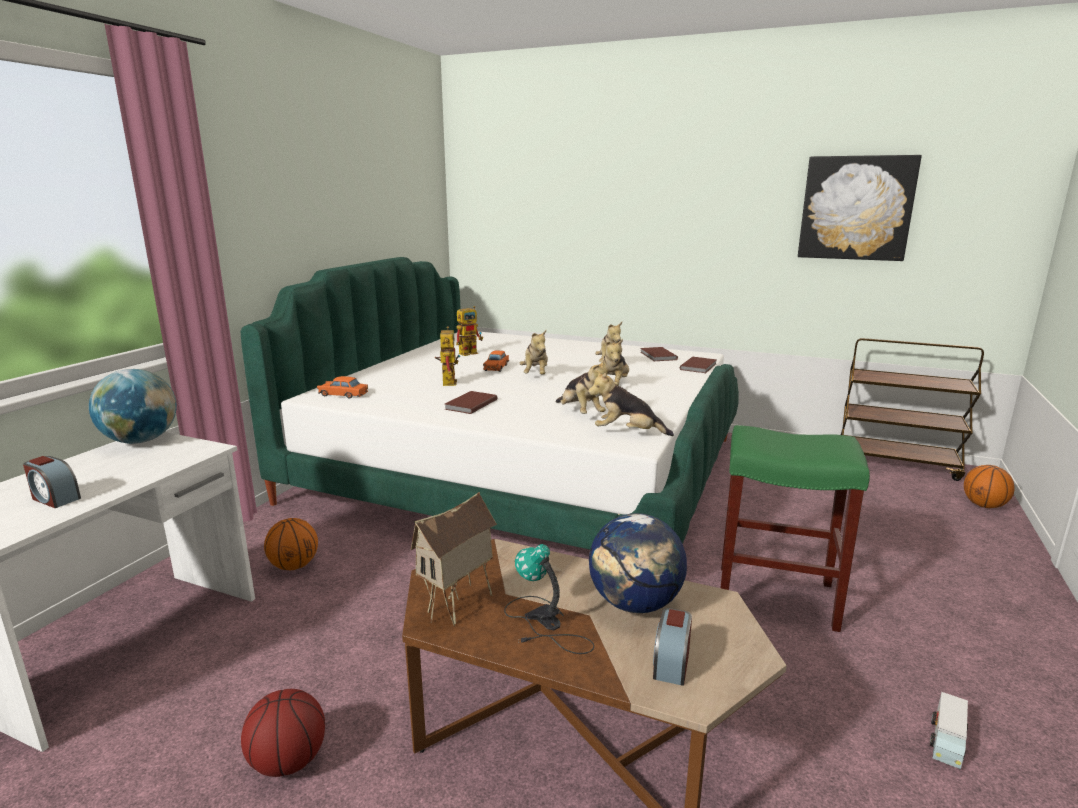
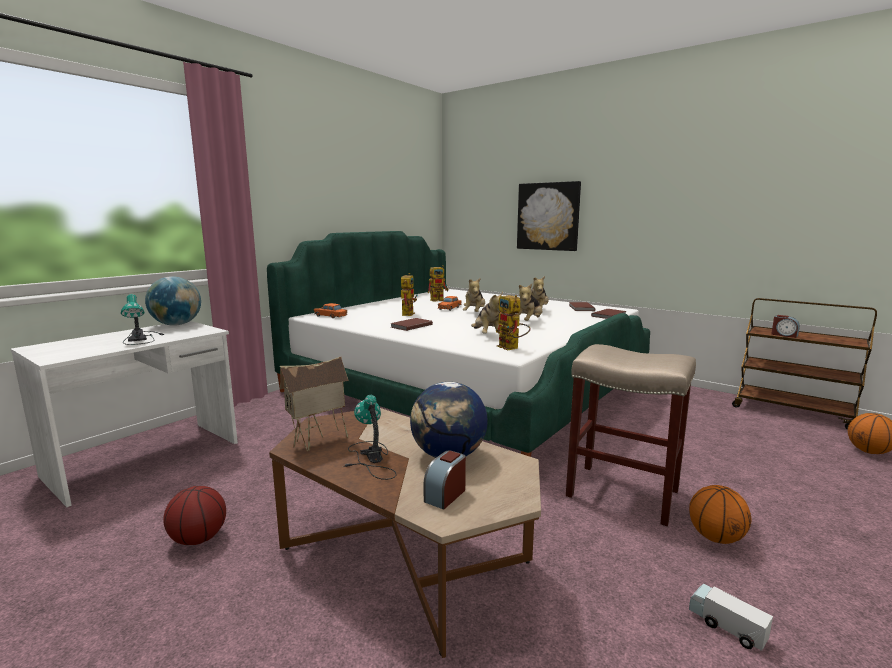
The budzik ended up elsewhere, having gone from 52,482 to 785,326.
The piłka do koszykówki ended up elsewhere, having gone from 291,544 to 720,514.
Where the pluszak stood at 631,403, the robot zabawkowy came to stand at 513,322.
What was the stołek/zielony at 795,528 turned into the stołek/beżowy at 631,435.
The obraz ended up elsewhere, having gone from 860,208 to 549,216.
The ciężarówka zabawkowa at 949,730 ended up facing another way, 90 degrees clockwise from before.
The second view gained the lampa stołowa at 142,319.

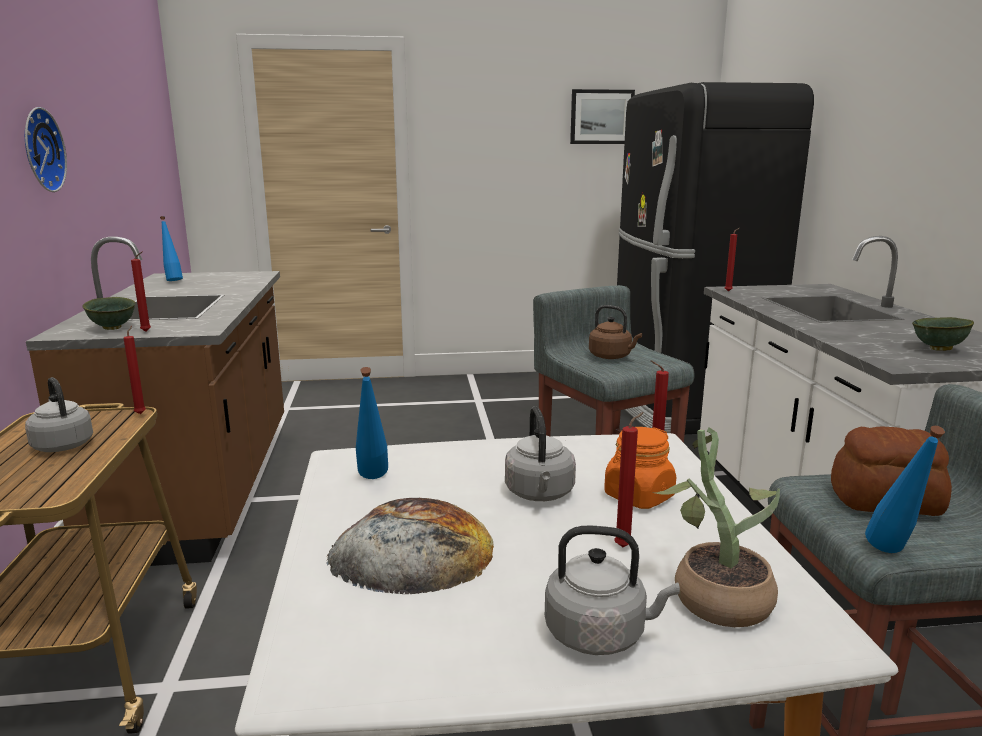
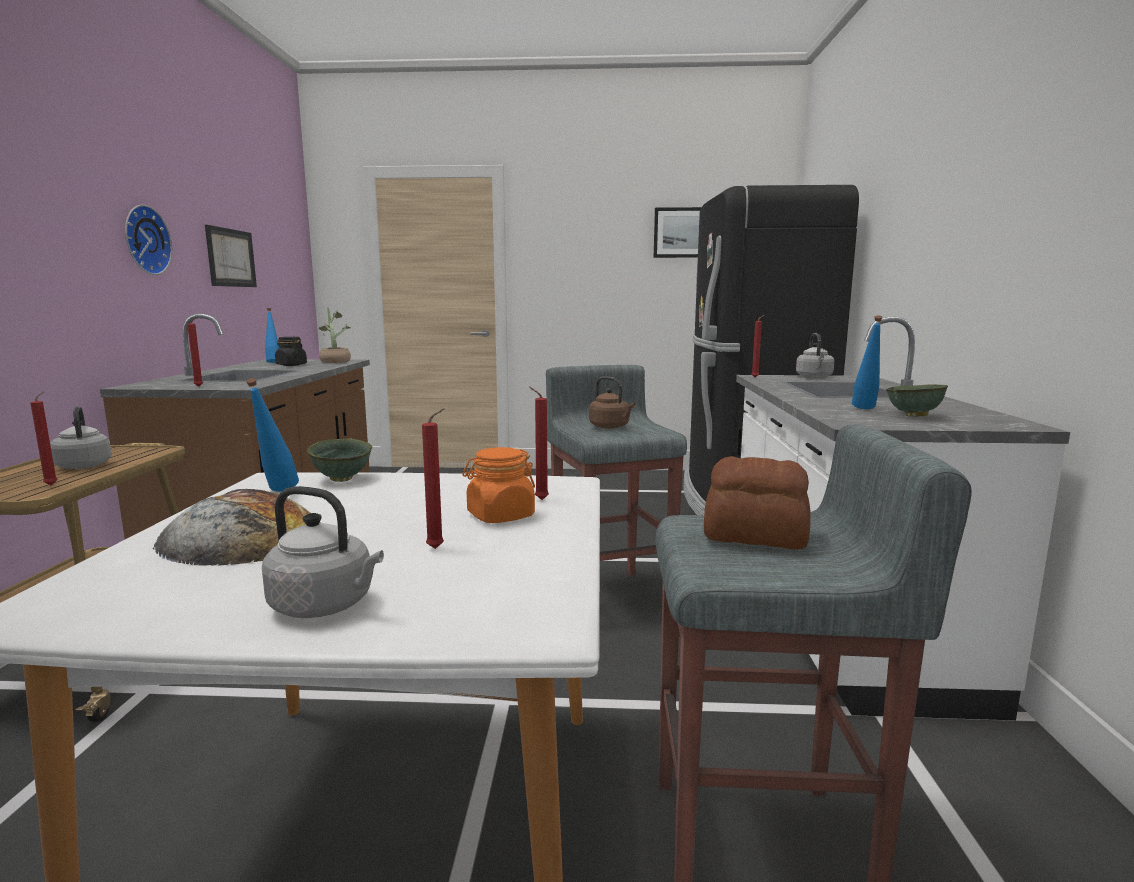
The miska/zielony ended up elsewhere, having gone from 109,313 to 339,460.
The świeca/czerwony ended up elsewhere, having gone from 134,370 to 44,438.
The czajnik/szary ended up elsewhere, having gone from 540,453 to 815,355.
The roślina doniczkowa ended up elsewhere, having gone from 716,527 to 335,335.
The butelka/niebieski ended up elsewhere, having gone from 905,489 to 867,362.
The second view gained the obraz at 231,256.
The second view gained the słoik/czarny at 291,351.

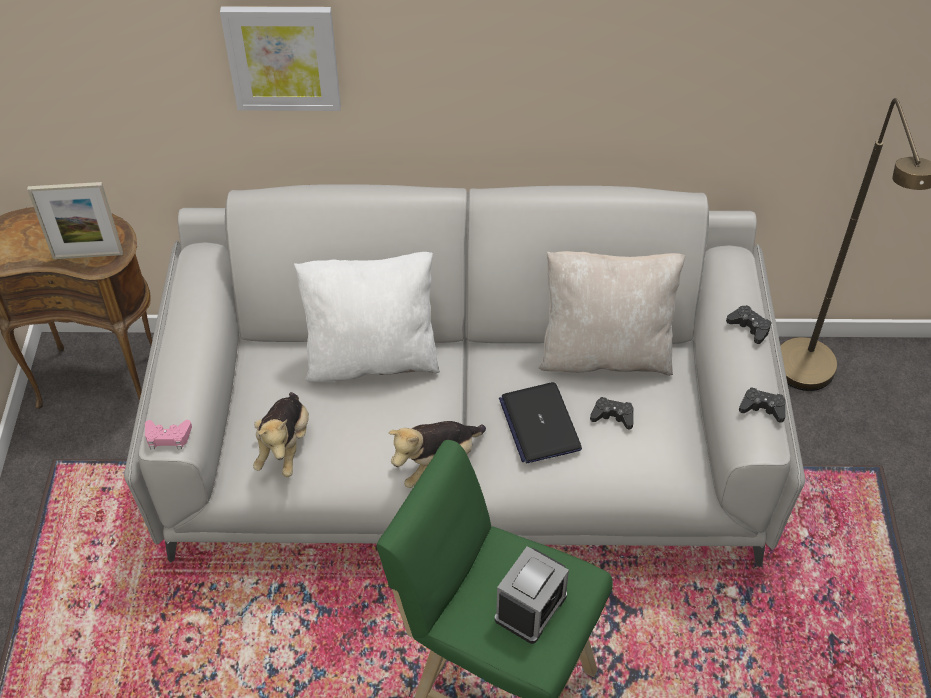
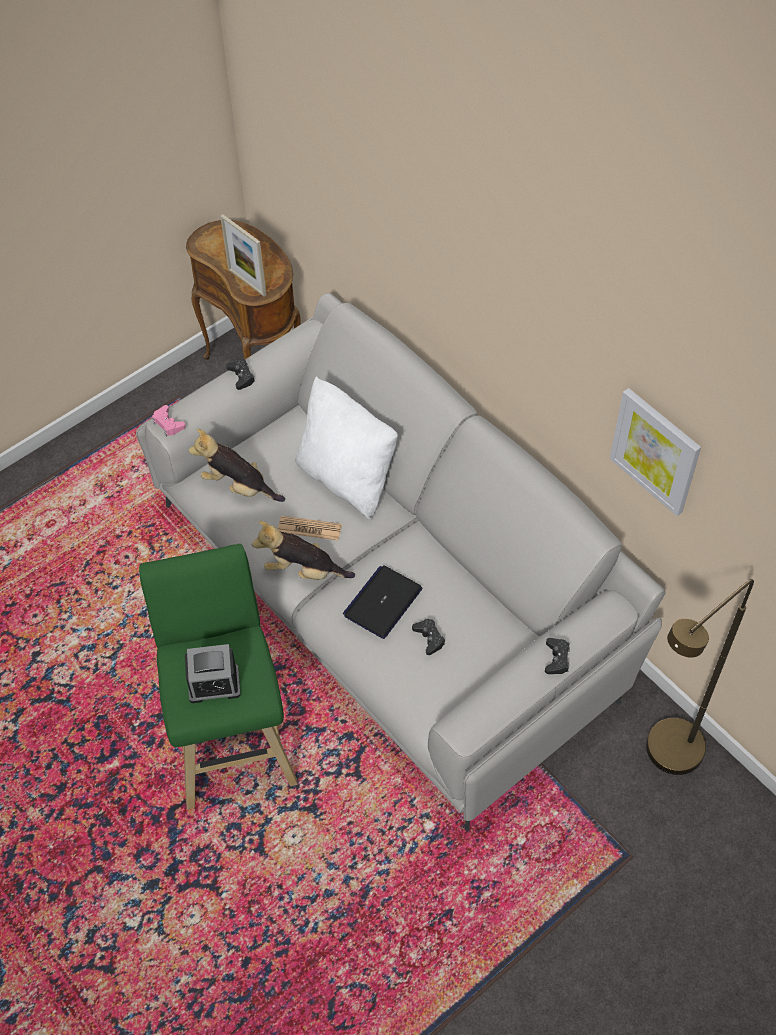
The obraz ended up elsewhere, having gone from 280,58 to 655,452.
The pluszak at 281,434 ended up facing another way, 60 degrees clockwise from before.
The second view lost the poduszka/beżowy at 612,313.
The pad do gier/czarny ended up elsewhere, having gone from 762,404 to 240,374.
The second view gained the gazeta at 310,528.

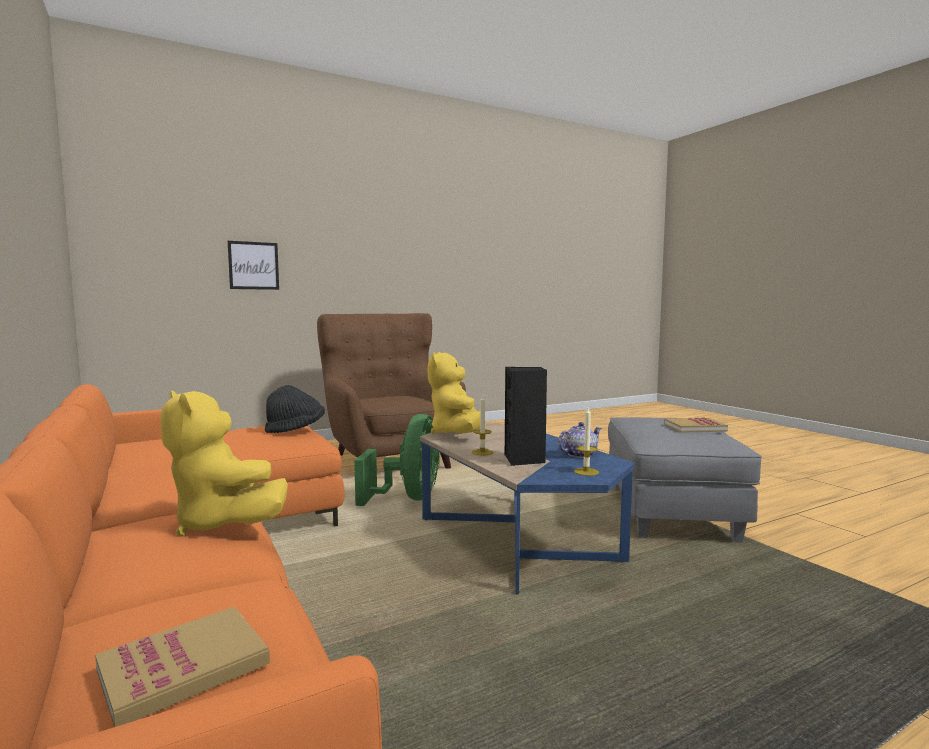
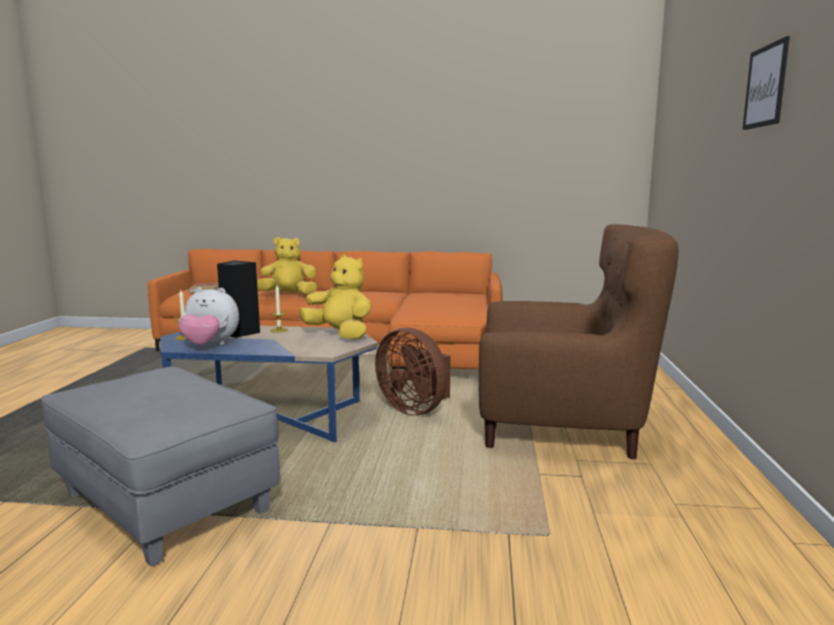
The obraz ended up elsewhere, having gone from 253,265 to 766,83.
The second view lost the kapelusz/czarny at 295,409.
What was the wentylator/zielony at 397,460 turned into the wentylator/brązowy at 413,372.
Where the imbryk stood at 580,440, the pluszak came to stand at 208,316.
The second view lost the książka at 696,425.

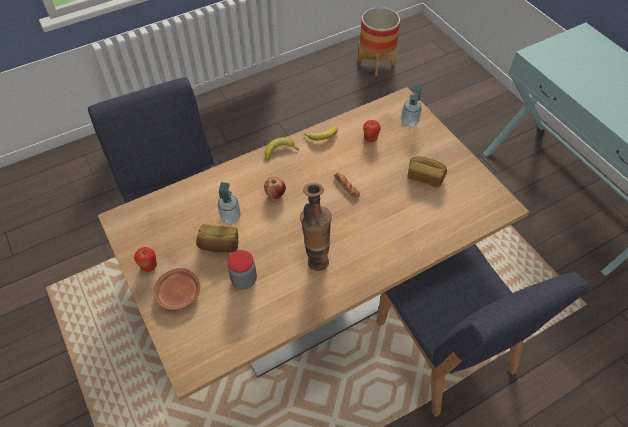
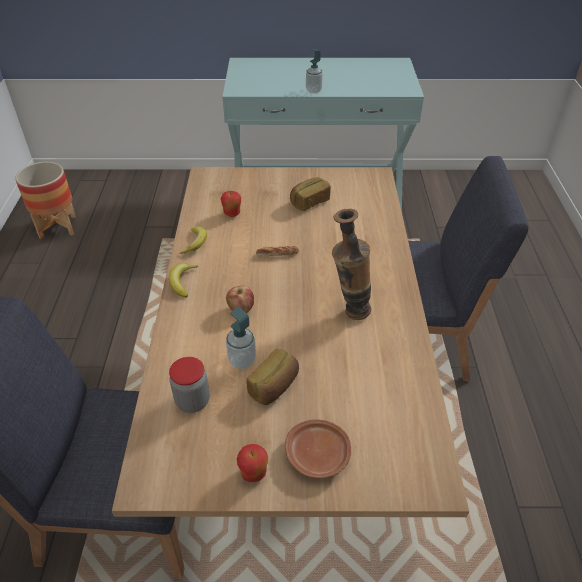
The słoik ended up elsewhere, having gone from 242,270 to 189,385.
The dozownik mydła ended up elsewhere, having gone from 411,106 to 314,71.

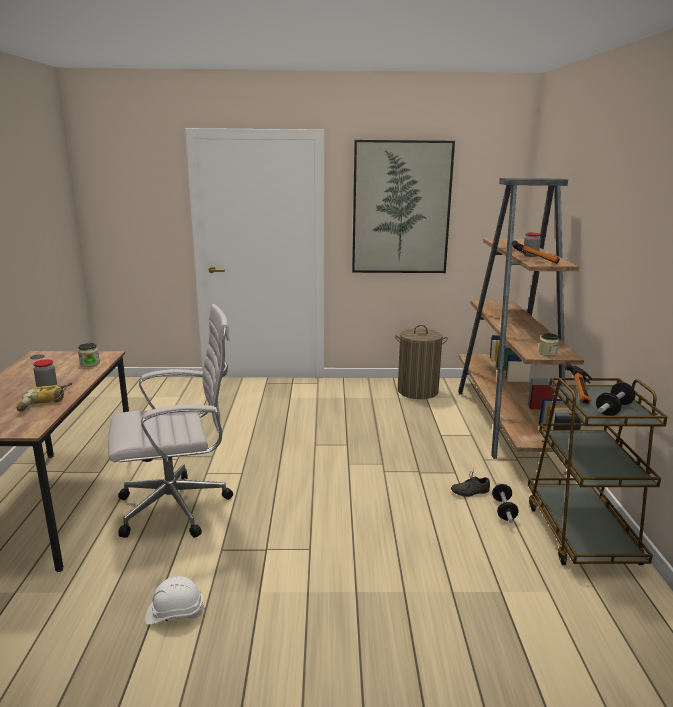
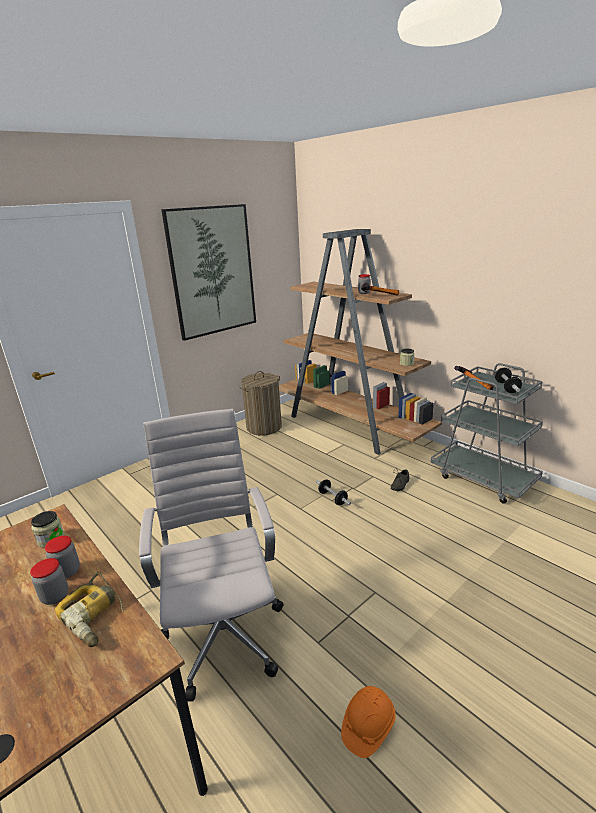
The krzesło biurowe/biały at 170,421 ended up facing another way, 45 degrees counterclockwise from before.
What was the kask/biały at 175,600 turned into the kask/pomarańczowy at 368,722.
The hantel ended up elsewhere, having gone from 505,502 to 333,492.
What was the wózek/brązowy at 598,471 turned into the wózek/szary at 487,433.
The second view gained the słoik at 62,557.

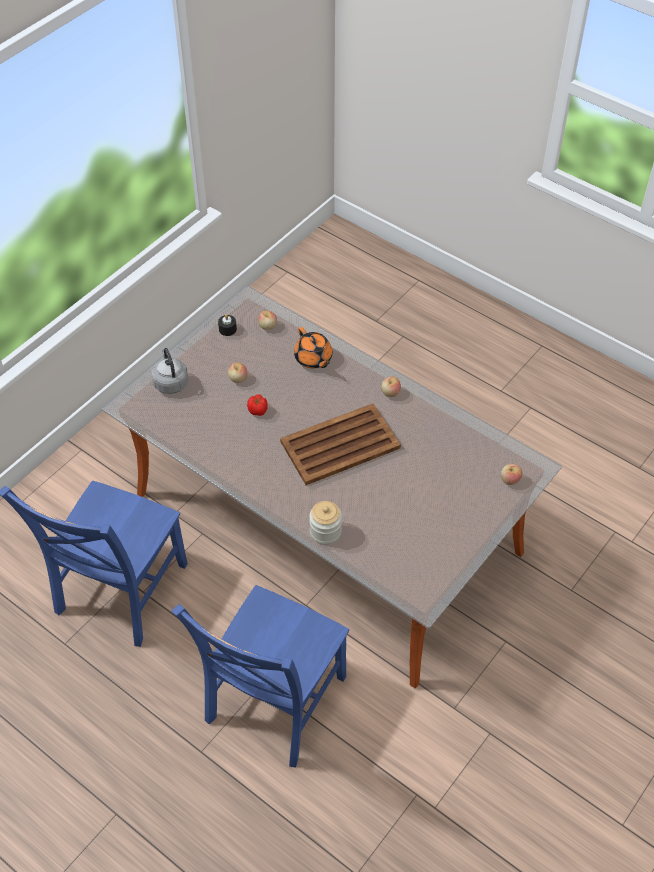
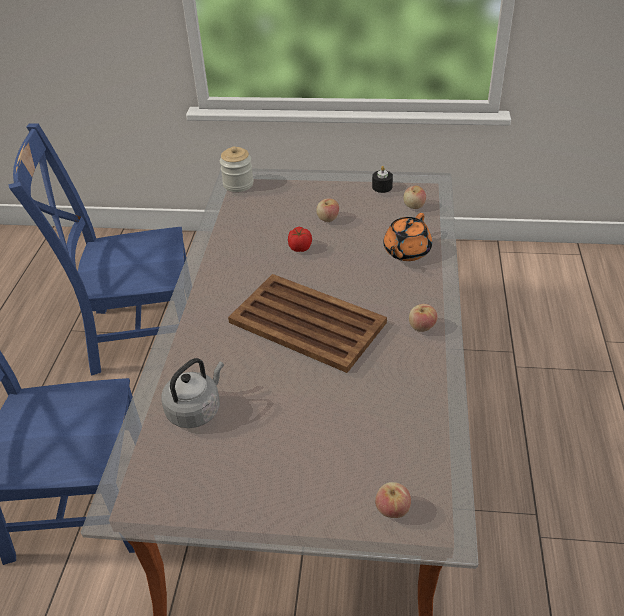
The czajnik/szary ended up elsewhere, having gone from 170,370 to 192,393.
The słoik ended up elsewhere, having gone from 325,523 to 237,169.

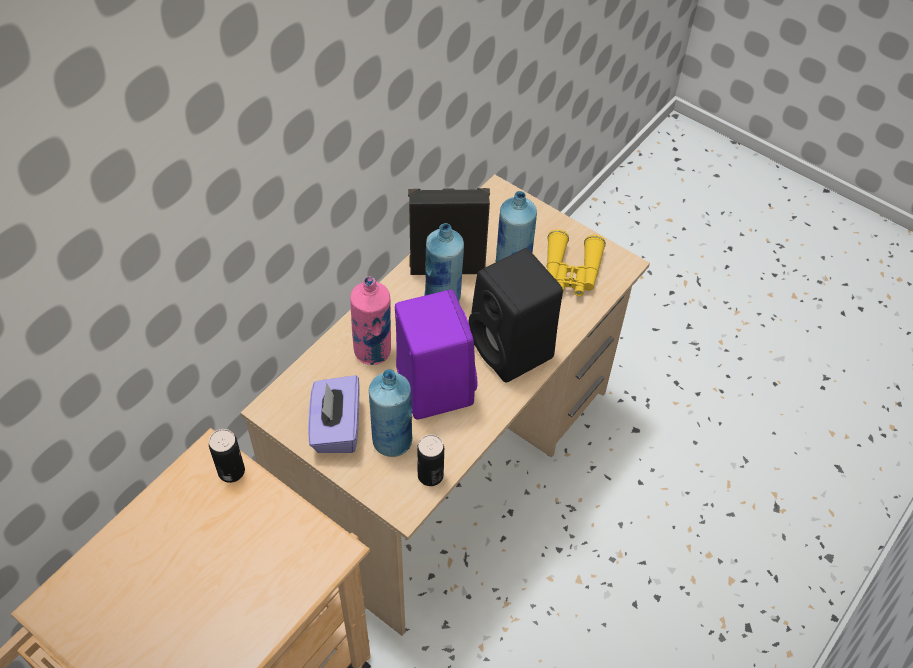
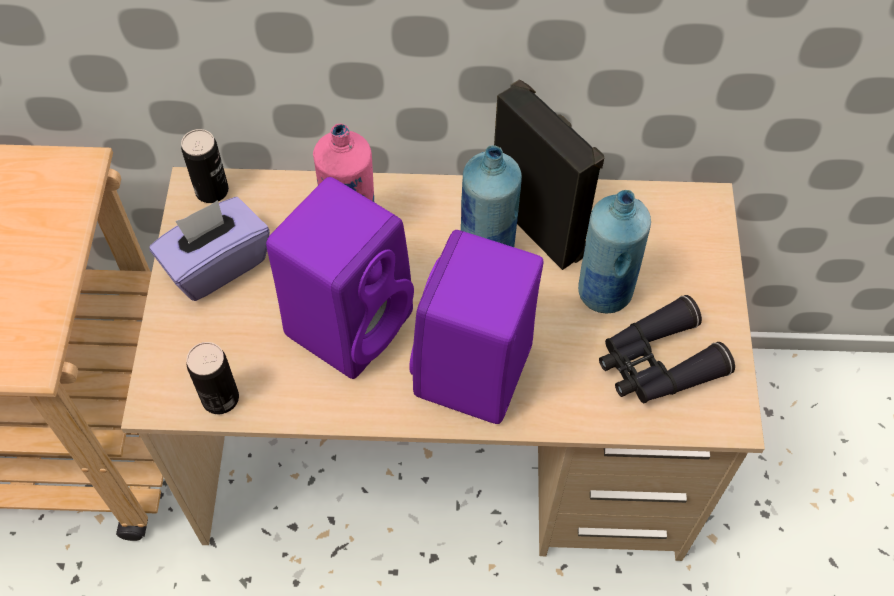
The puszka ended up elsewhere, having gone from 227,456 to 205,166.
The second view lost the butelka/niebieski at 390,413.
What was the głośnik/czarny at 516,315 turned into the głośnik/fioletowy at 476,327.
What was the lornetka/żółty at 576,262 turned into the lornetka/czarny at 667,349.

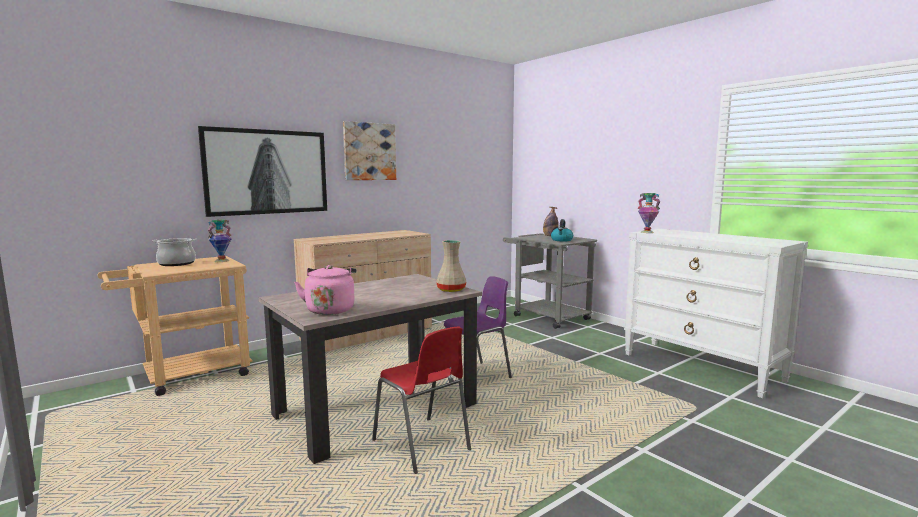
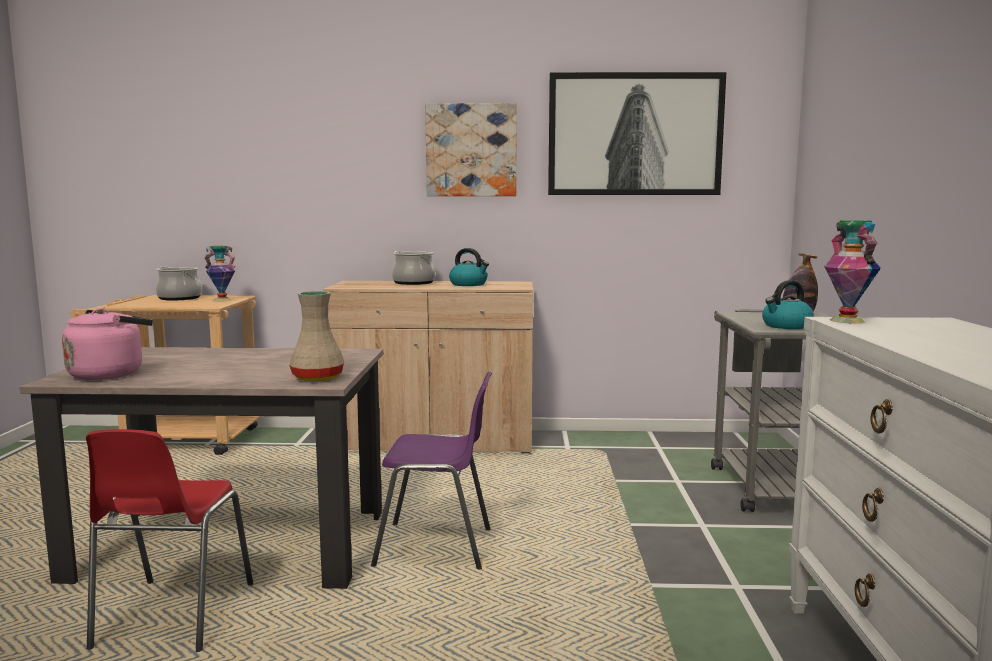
The obraz ended up elsewhere, having gone from 262,171 to 637,133.
The second view gained the garnek at 414,268.
The second view gained the czajnik at 469,267.

